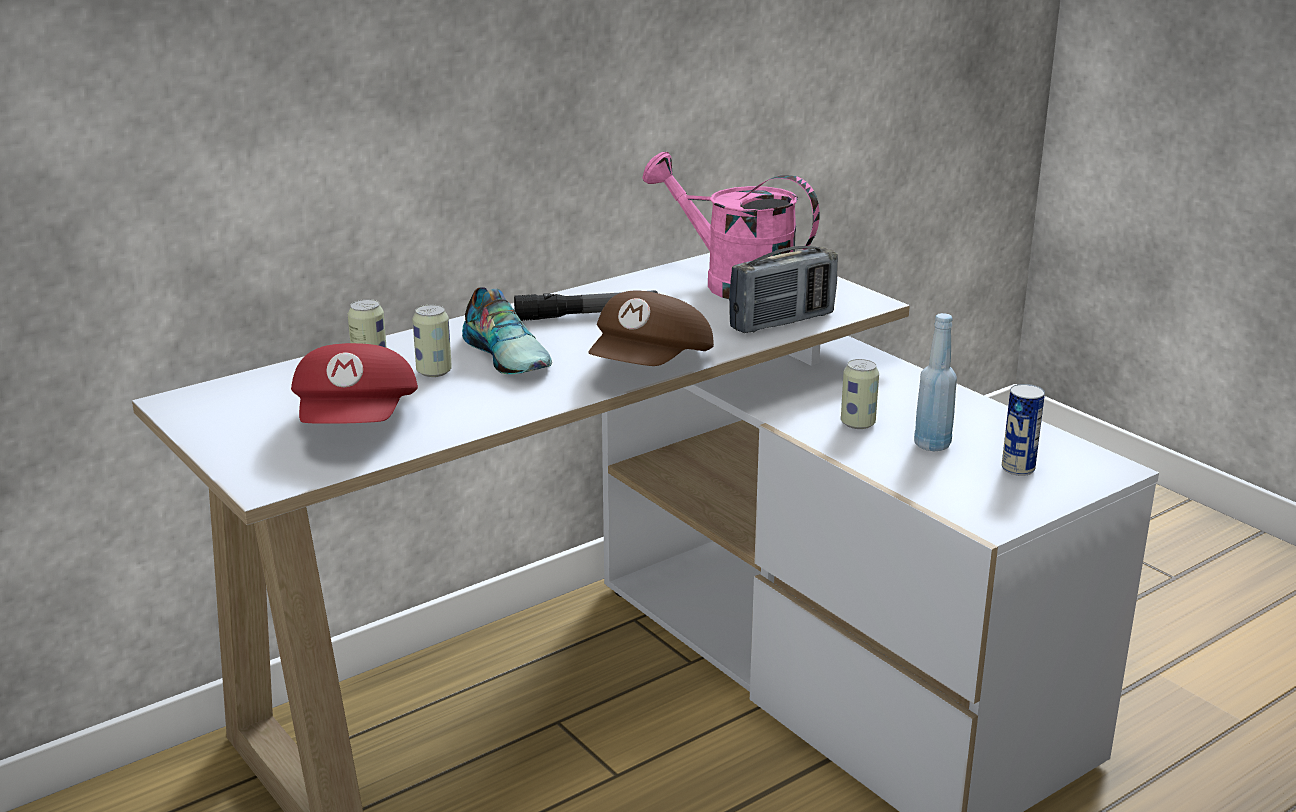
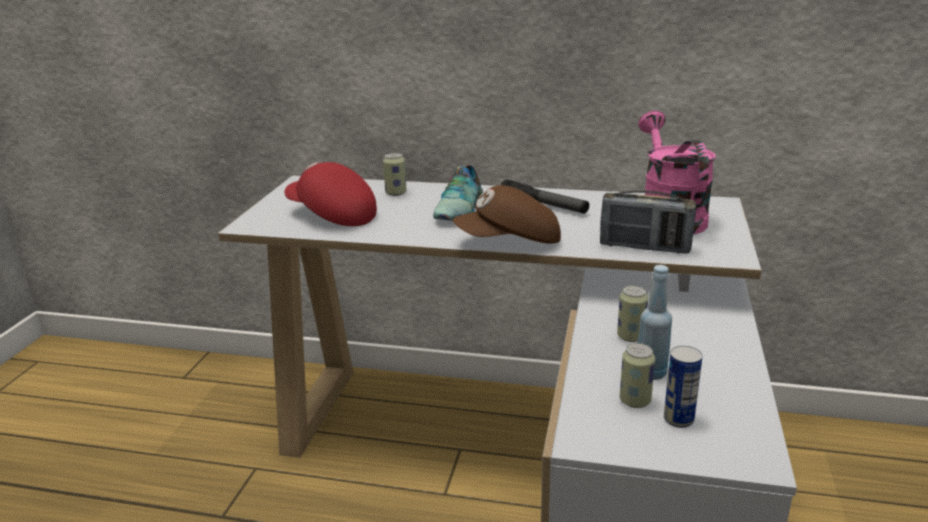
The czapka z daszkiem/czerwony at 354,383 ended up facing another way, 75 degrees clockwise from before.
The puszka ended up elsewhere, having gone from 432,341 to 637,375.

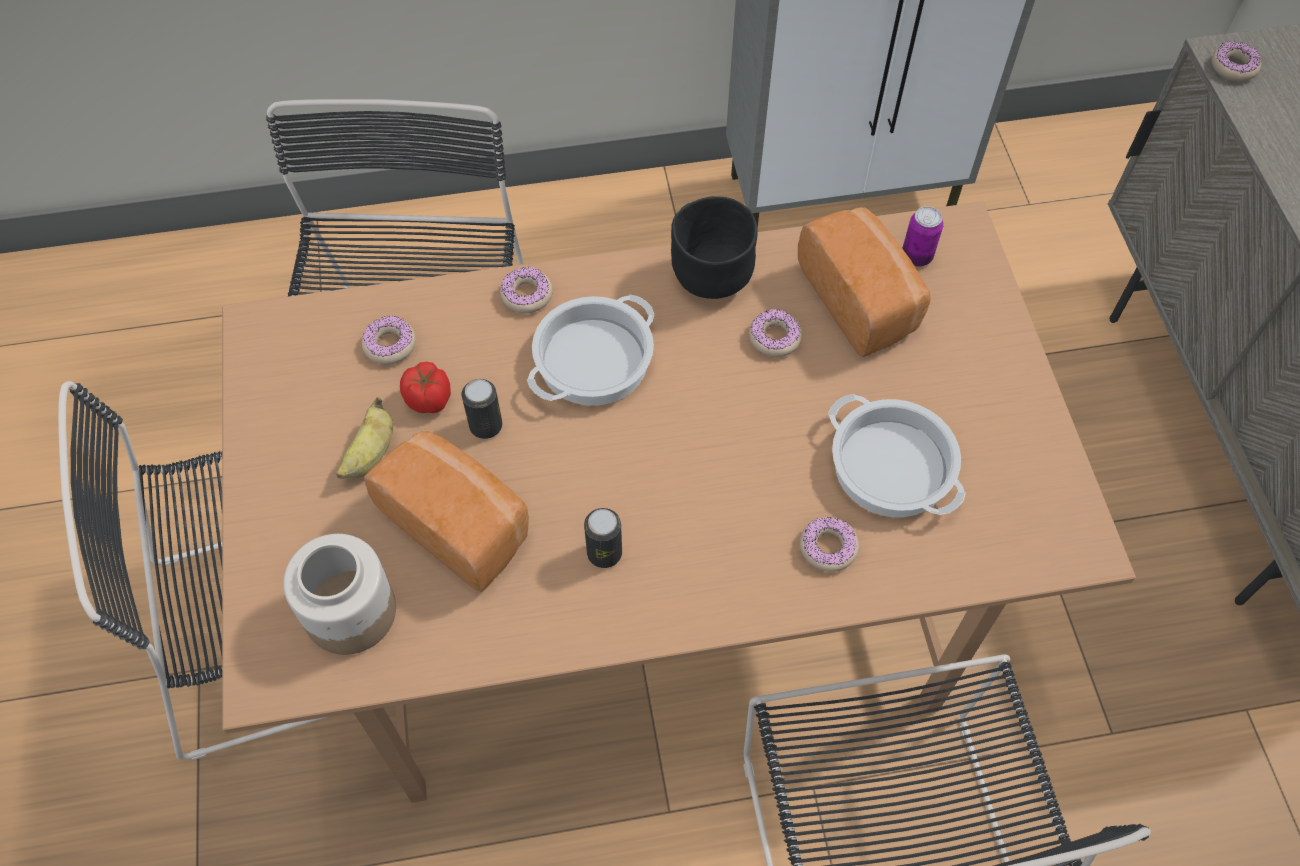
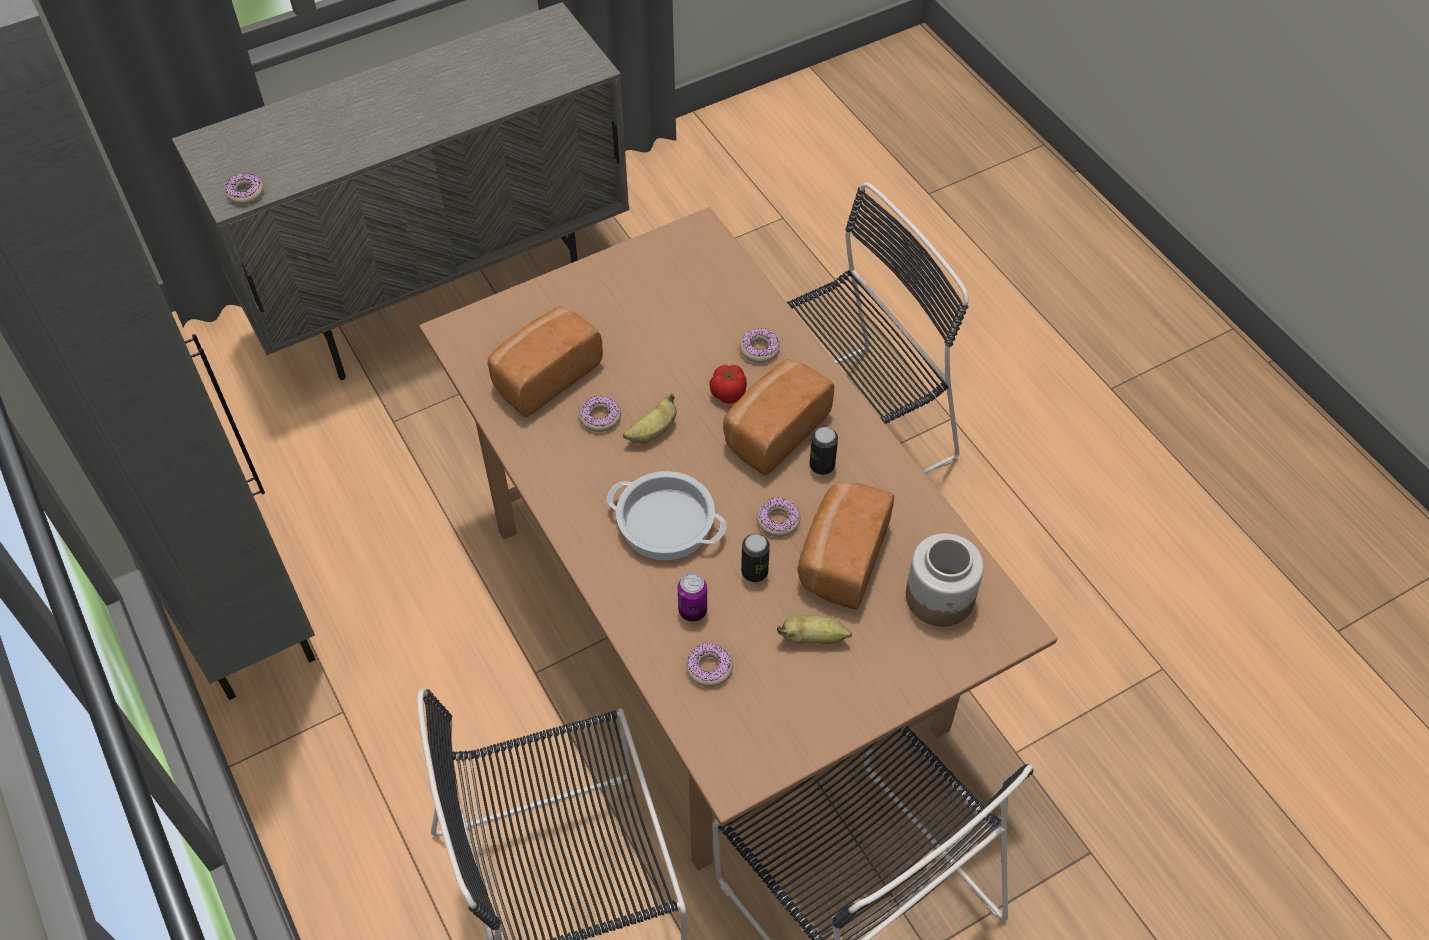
The pomidor ended up elsewhere, having gone from 425,387 to 728,383.
The donut ended up elsewhere, having gone from 526,290 to 778,517.
The second view lost the miska/czarny at 714,247.
The second view lost the garnek at 897,455.
The puszka ended up elsewhere, having gone from 922,236 to 692,597.
The second view gained the banan at 650,419.
The second view gained the chleb at 778,417.

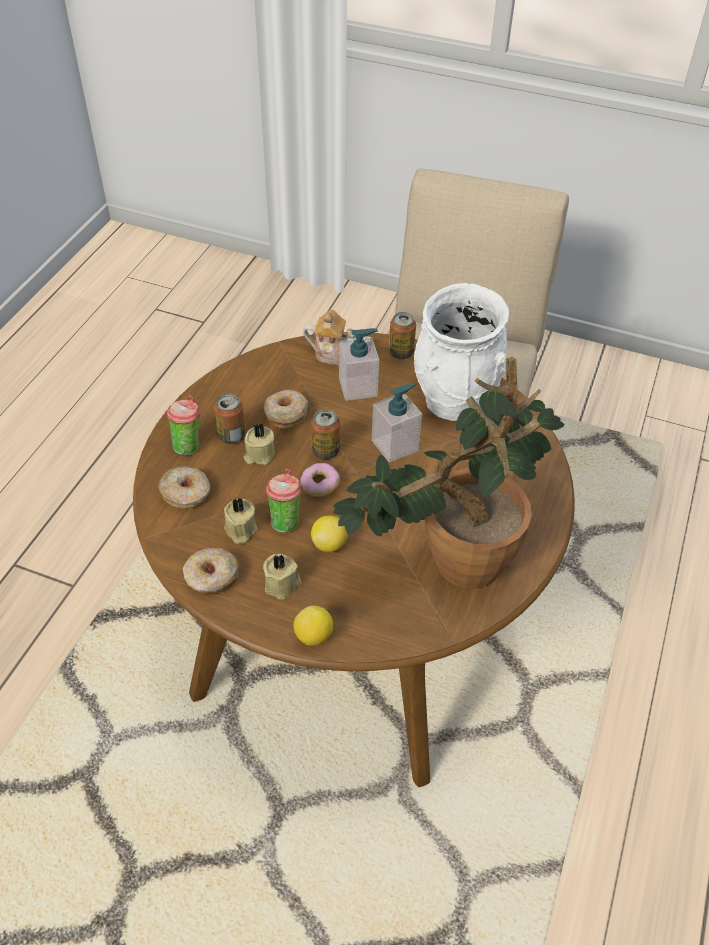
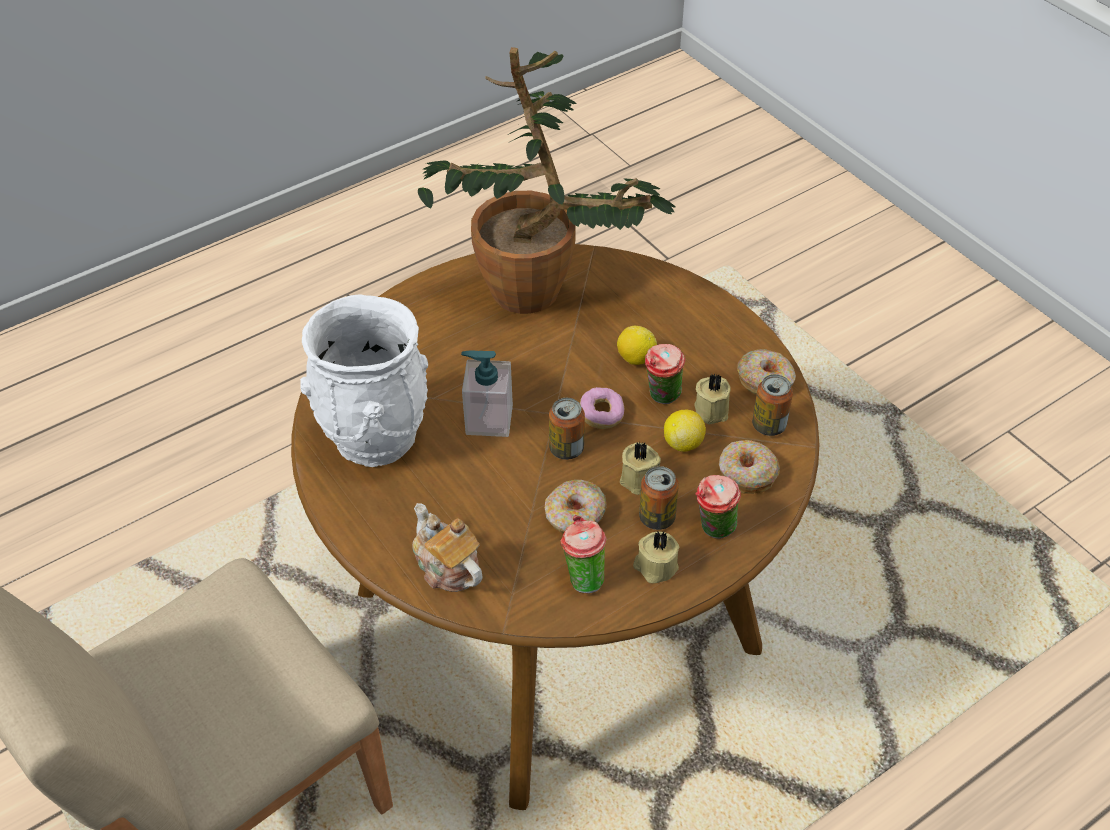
The świeca/beżowy ended up elsewhere, having gone from 282,577 to 656,557.
The cytryna ended up elsewhere, having gone from 313,625 to 685,431.
The second view lost the dozownik mydła at 359,364.
The puszka ended up elsewhere, having gone from 402,335 to 772,405.
The second view gained the filiżanka at 583,554.

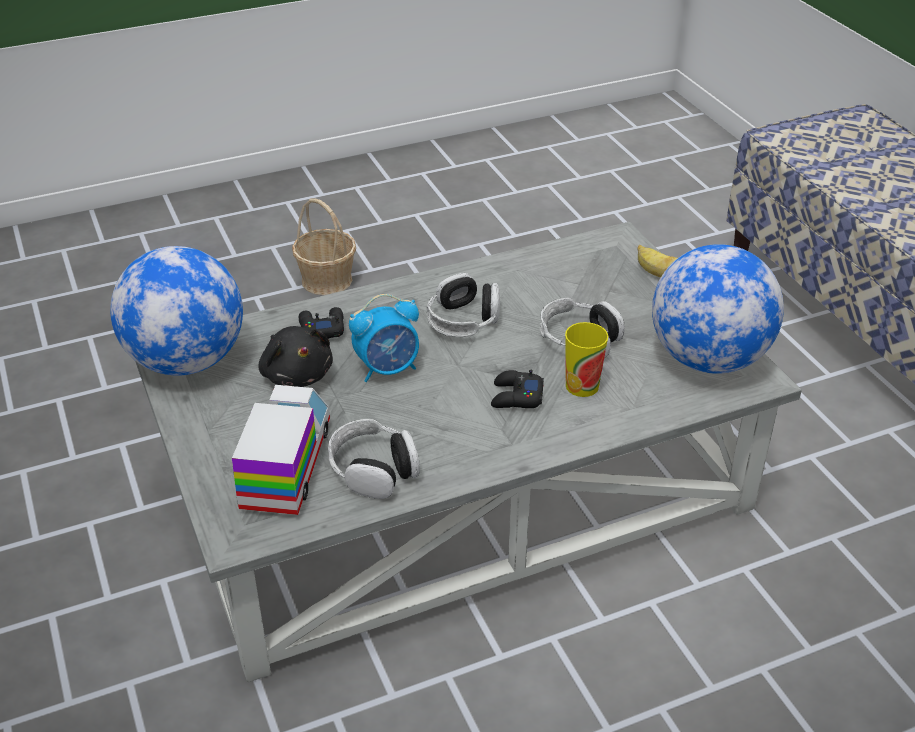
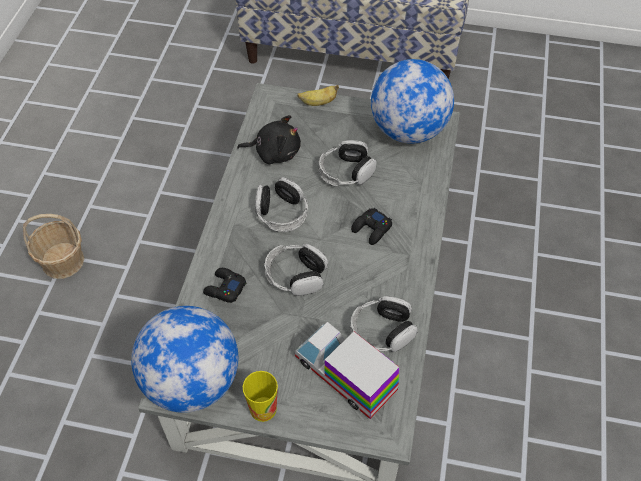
The pluszak/czarny ended up elsewhere, having gone from 295,356 to 269,139.
Where the budzik stood at 384,338, the słuchawki came to stand at 296,270.
The filiżanka ended up elsewhere, having gone from 586,359 to 260,396.

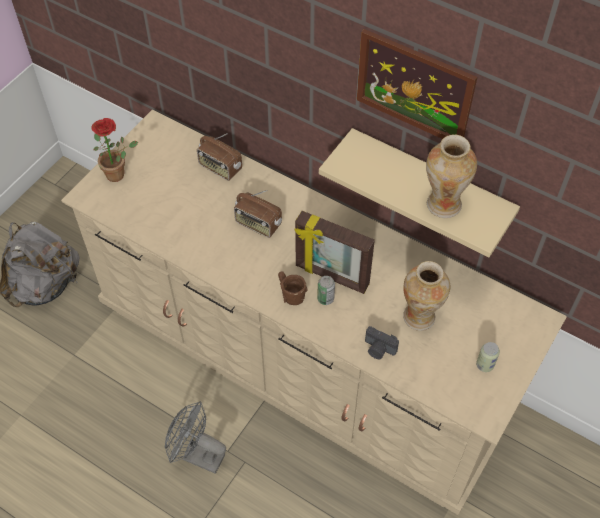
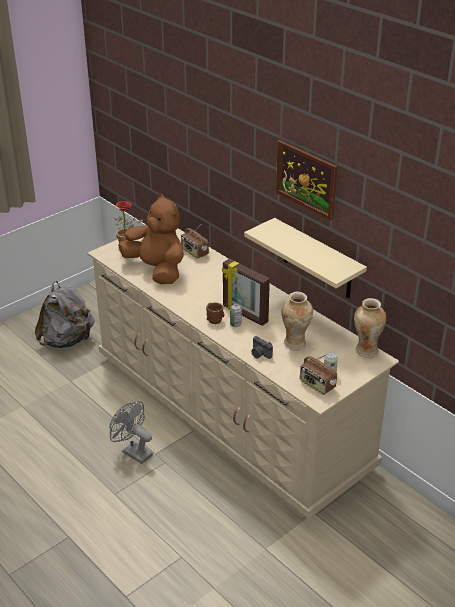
The radio ended up elsewhere, having gone from 258,214 to 318,374.
The wazon ended up elsewhere, having gone from 451,176 to 370,328.
The second view gained the pluszak/brązowy at 151,239.

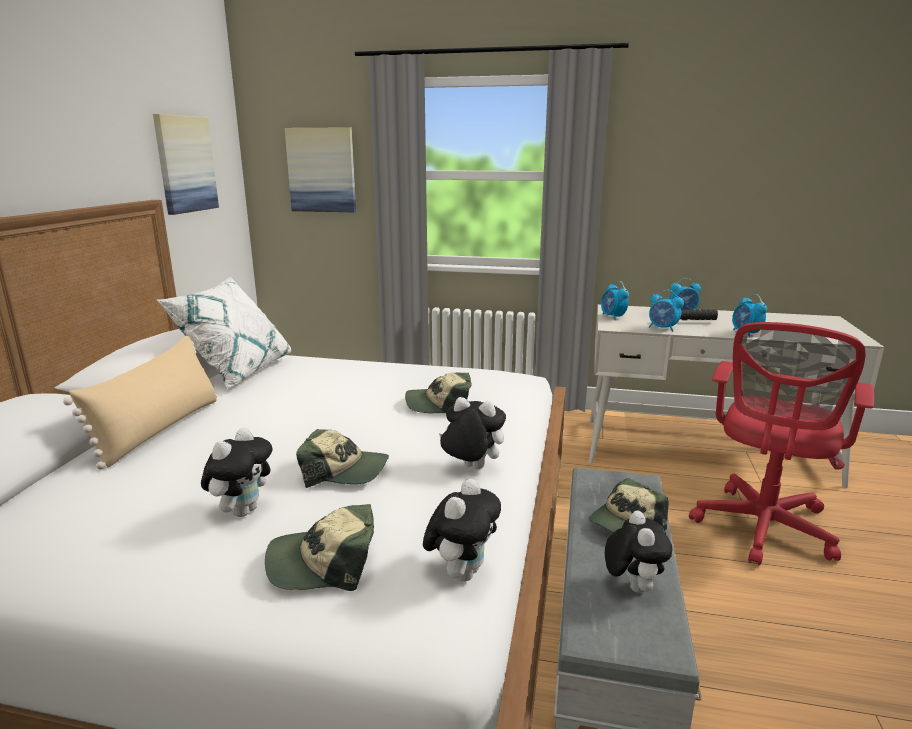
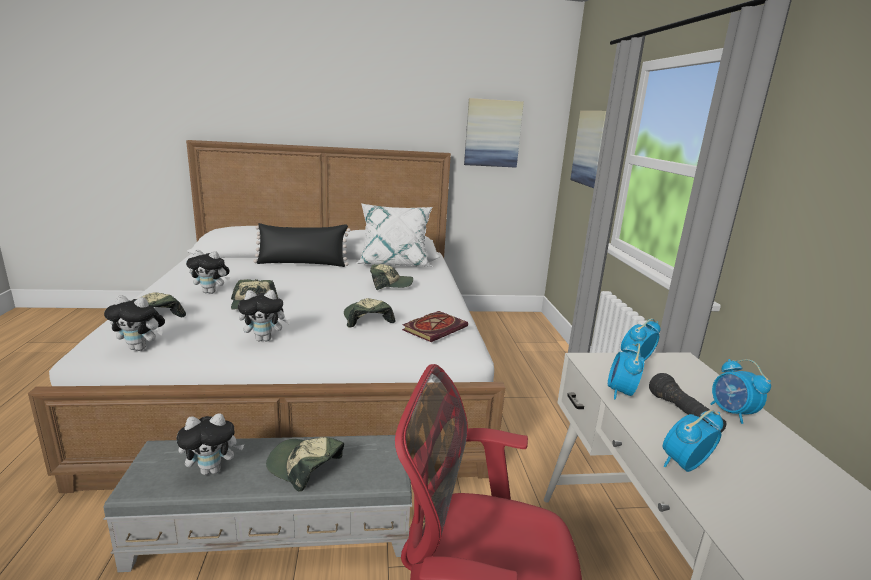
What was the poduszka/beżowy at 140,402 turned into the poduszka/czarny at 301,245.
The pluszak at 472,433 ended up facing another way, 75 degrees clockwise from before.
The second view gained the czapka z daszkiem at 391,277.
The second view gained the książka at 435,326.

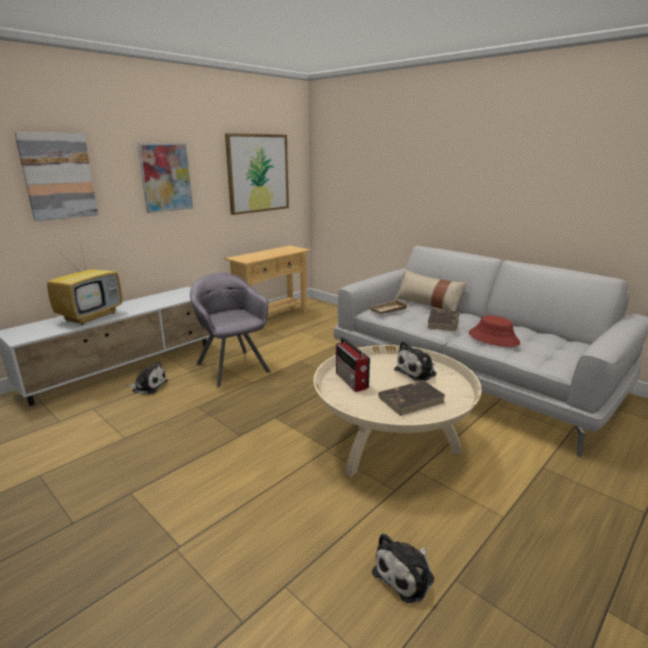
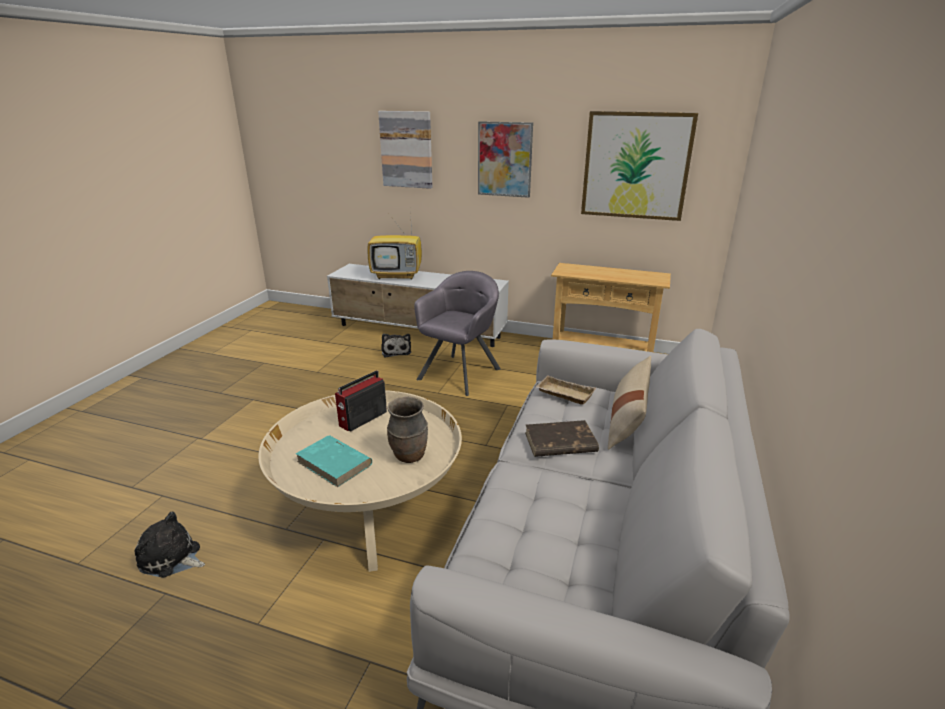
What was the książka/brązowy at 412,398 turned into the książka/turkusowy at 334,461.
Where the pluszak stood at 415,361, the wazon/brązowy came to stand at 407,429.
The second view lost the kapelusz/czerwony at 494,331.

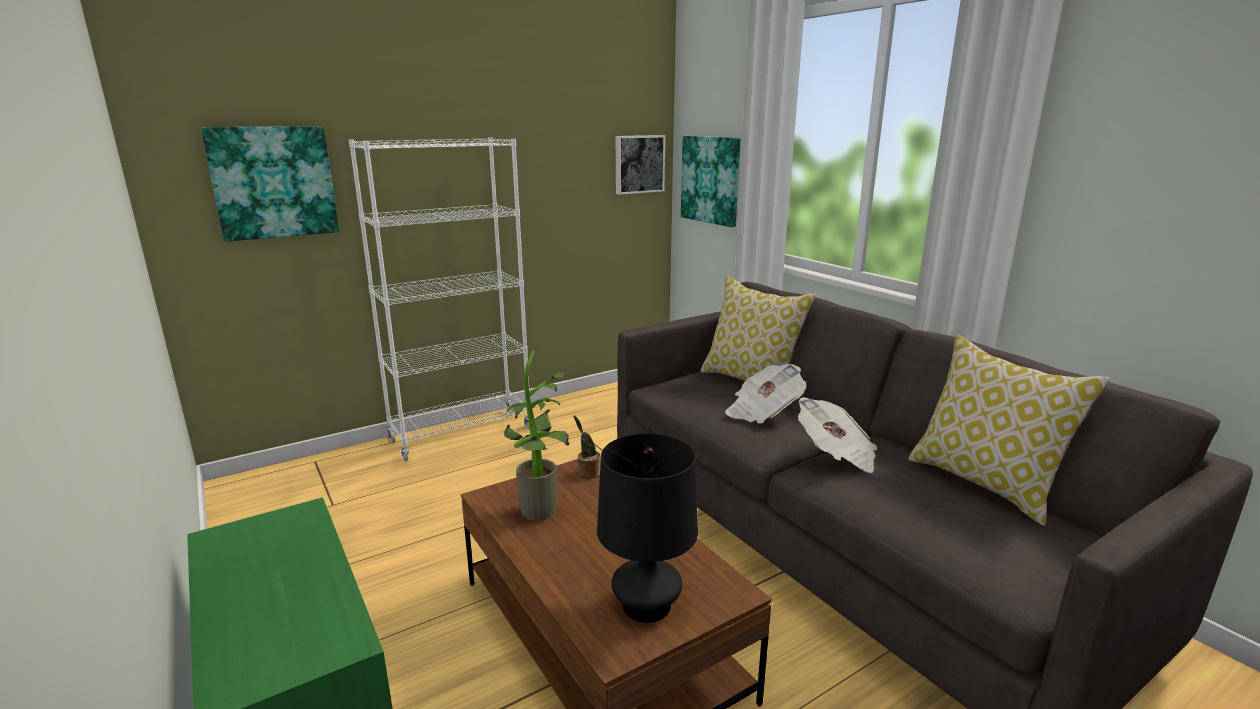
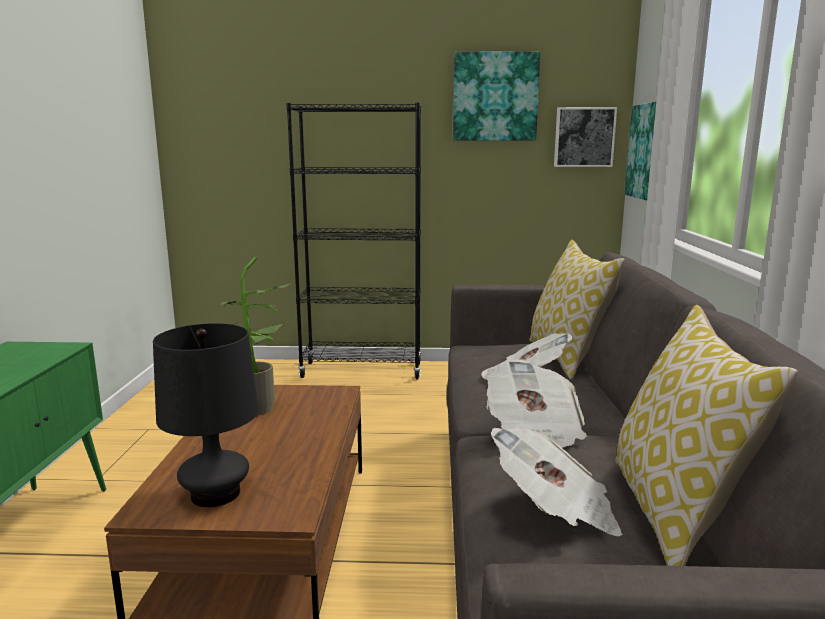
The obraz ended up elsewhere, having gone from 270,184 to 497,96.
What was the regał/biały at 439,299 turned into the regał/czarny at 353,241.
The second view lost the roślina doniczkowa at 587,447.
The second view gained the gazeta at 557,481.

